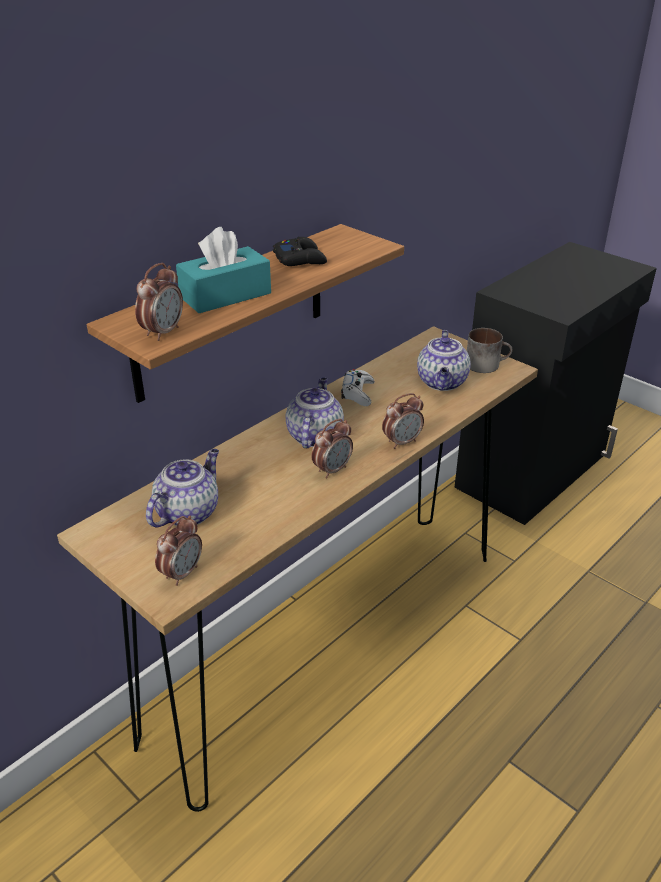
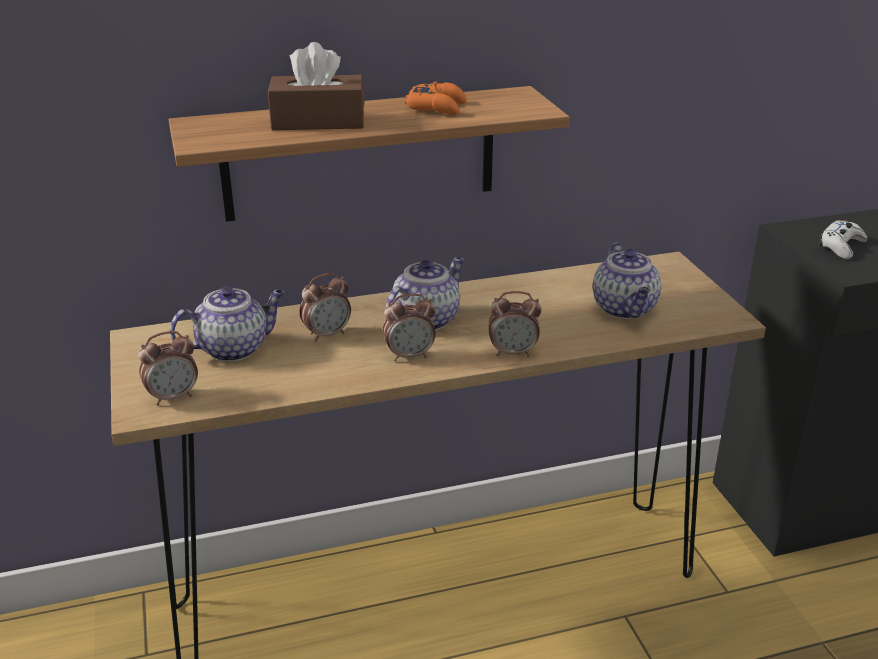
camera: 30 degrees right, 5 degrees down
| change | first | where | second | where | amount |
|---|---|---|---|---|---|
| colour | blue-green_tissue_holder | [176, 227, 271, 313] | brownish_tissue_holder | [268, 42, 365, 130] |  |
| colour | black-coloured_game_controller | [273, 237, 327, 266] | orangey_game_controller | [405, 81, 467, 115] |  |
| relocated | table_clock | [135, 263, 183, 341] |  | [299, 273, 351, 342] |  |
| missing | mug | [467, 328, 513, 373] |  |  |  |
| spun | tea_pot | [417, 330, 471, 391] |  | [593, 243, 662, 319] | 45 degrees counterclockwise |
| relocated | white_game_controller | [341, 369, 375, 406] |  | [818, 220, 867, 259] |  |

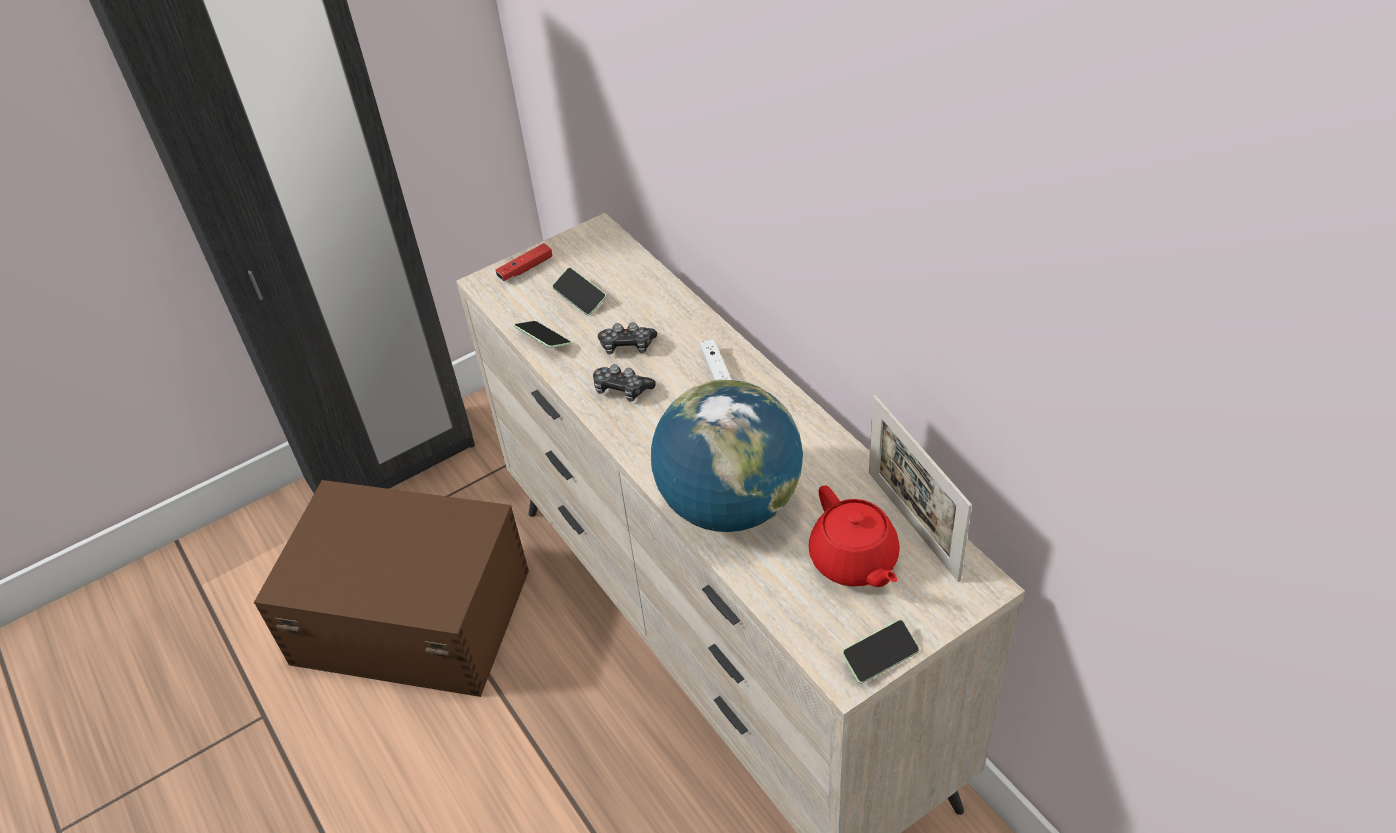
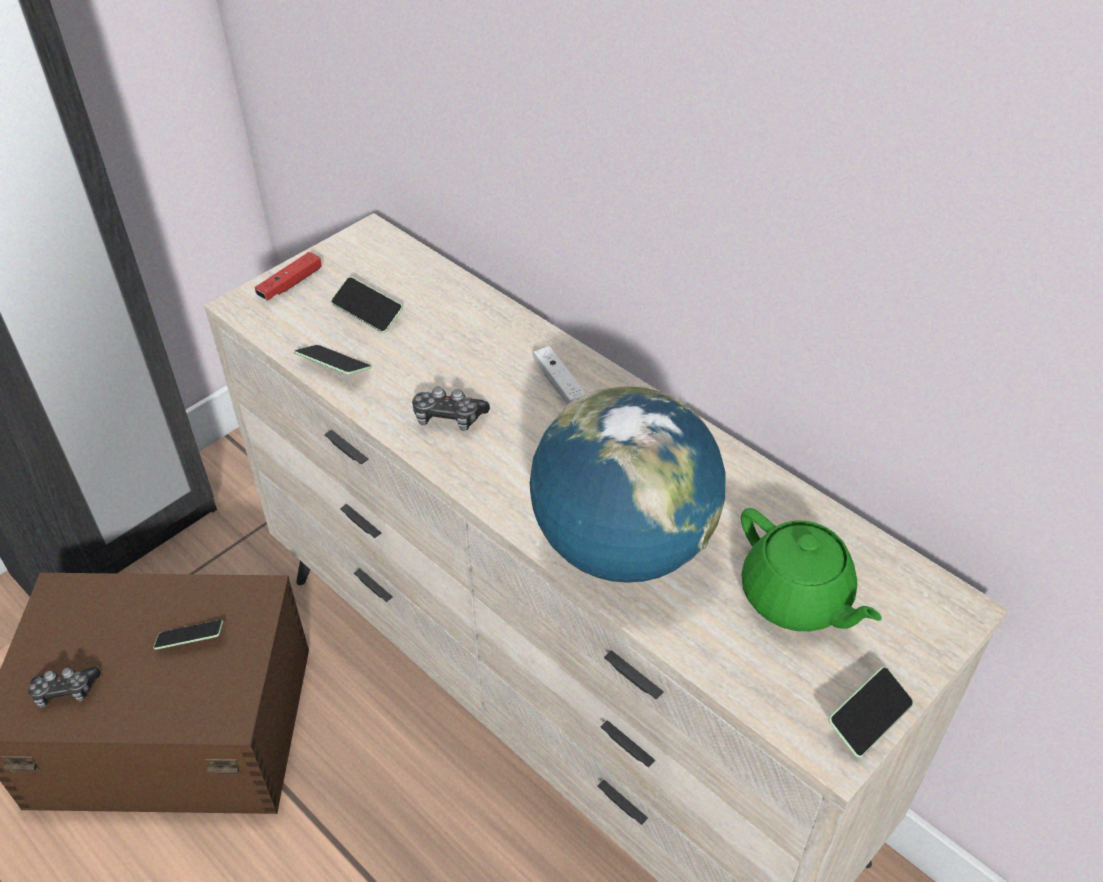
camera: 15 degrees left, 0 degrees up
| change | first | where | second | where | amount |
|---|---|---|---|---|---|
| relocated | game_controller | [598, 322, 657, 354] |  | [28, 667, 100, 708] |  |
| missing | standing_frame | [869, 395, 972, 582] |  |  |  |
| colour | red_tea_pot | [809, 485, 900, 587] | green-coloured_tea_pot | [741, 508, 882, 631] |  |
| appeared |  |  | handset | [153, 620, 223, 650] |  |

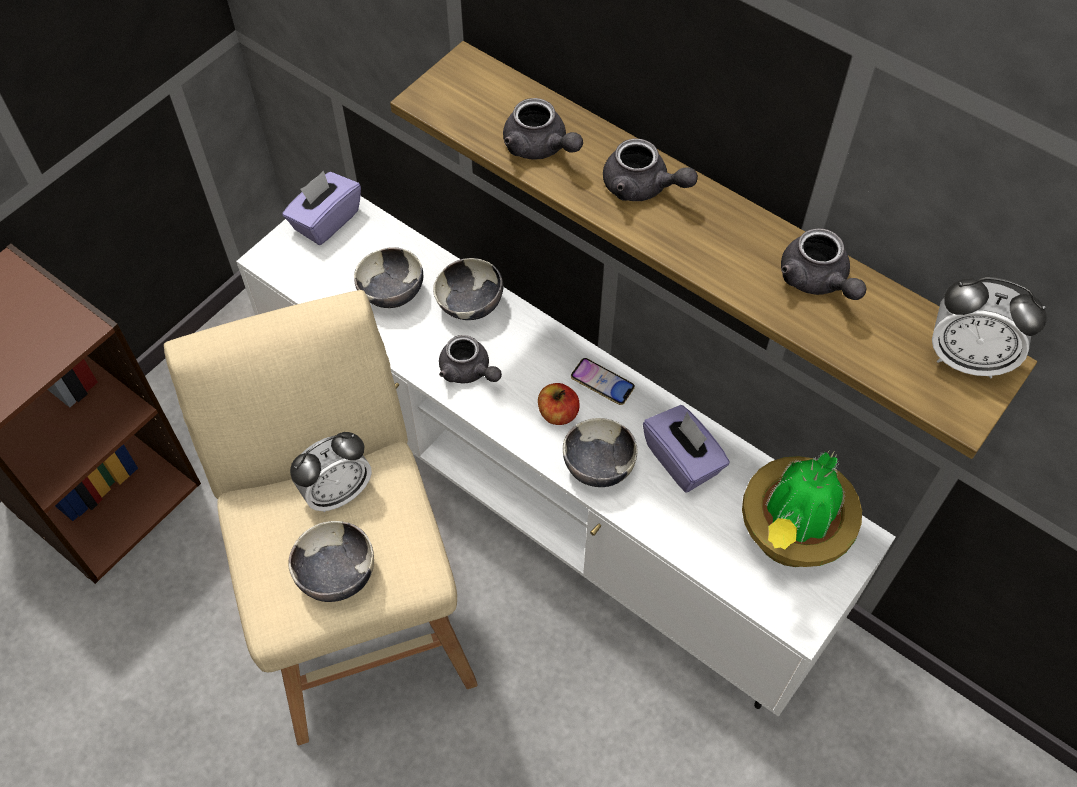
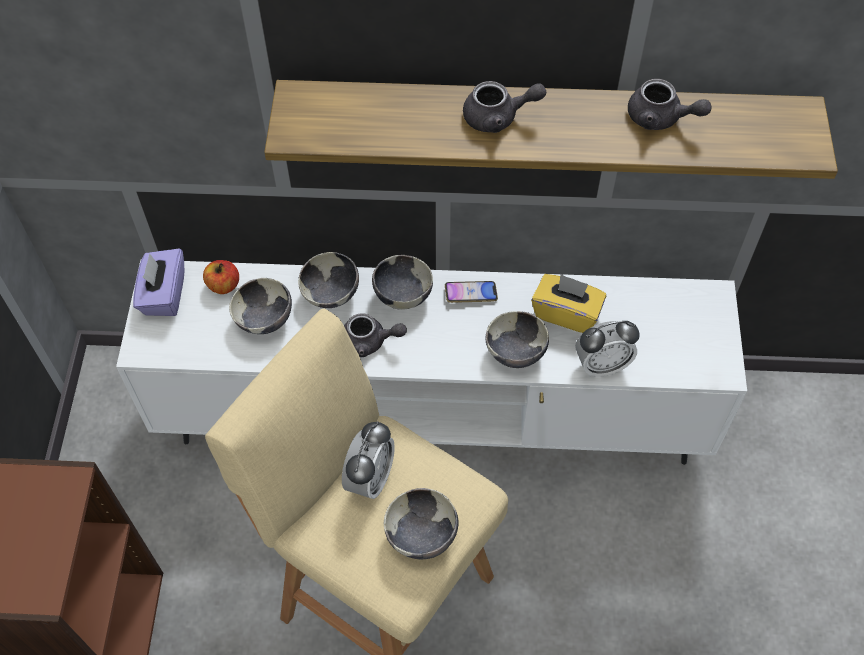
camera: 35 degrees left, 0 degrees up
| change | first | where | second | where | amount |
|---|---|---|---|---|---|
| missing | greyish_tea_pot | [503, 98, 583, 160] |  |  |  |
| relocated | table_clock | [932, 277, 1047, 379] |  | [575, 321, 640, 377] |  |
| relocated | apple_fruit | [538, 383, 580, 425] |  | [203, 260, 239, 294] |  |
| colour | purplish_tissue_holder | [643, 405, 730, 492] | yellow-coloured_tissue_holder | [531, 274, 606, 333] |  |
| missing | plant_in_a_pot | [742, 451, 862, 567] |  |  |  |
| appeared |  |  | deep_dish | [372, 255, 433, 310] |  |

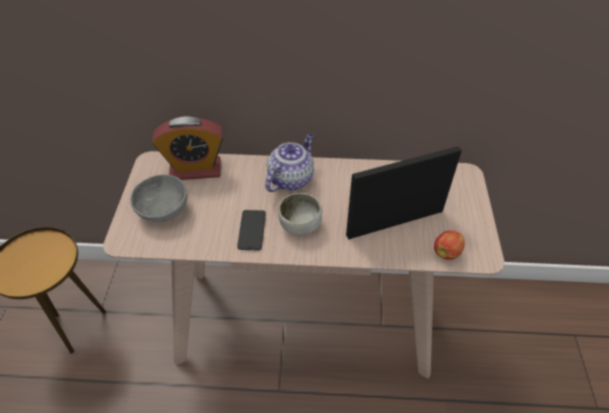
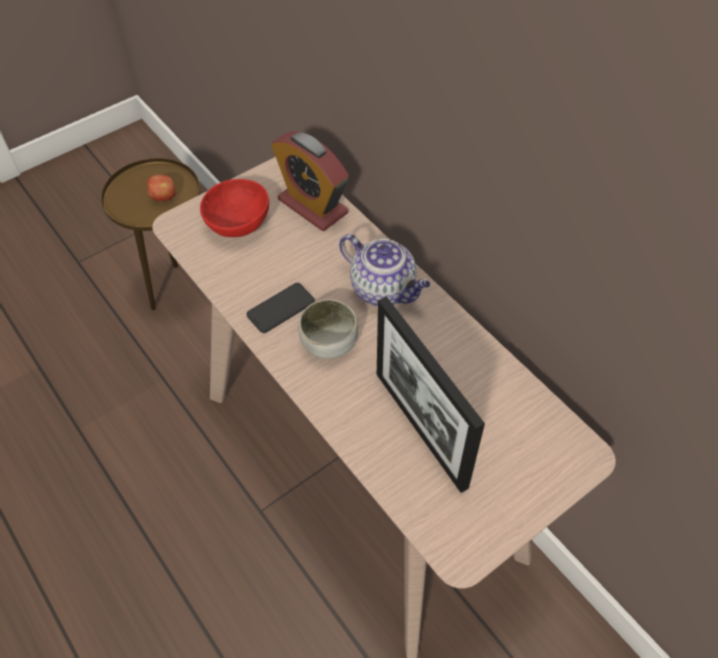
camera: 50 degrees right, 5 degrees up
| change | first | where | second | where | amount |
|---|---|---|---|---|---|
| spun | tea_pot | [265, 134, 314, 192] |  | [339, 234, 430, 306] | 45 degrees clockwise |
| spun | standing_frame | [346, 146, 462, 239] |  | [377, 296, 485, 493] | 150 degrees counterclockwise |
| colour | greyish_deep_dish | [130, 174, 188, 222] | red_deep_dish | [200, 179, 269, 237] |  |
| relocated | apple_fruit | [434, 230, 465, 260] |  | [147, 175, 175, 201] |  |

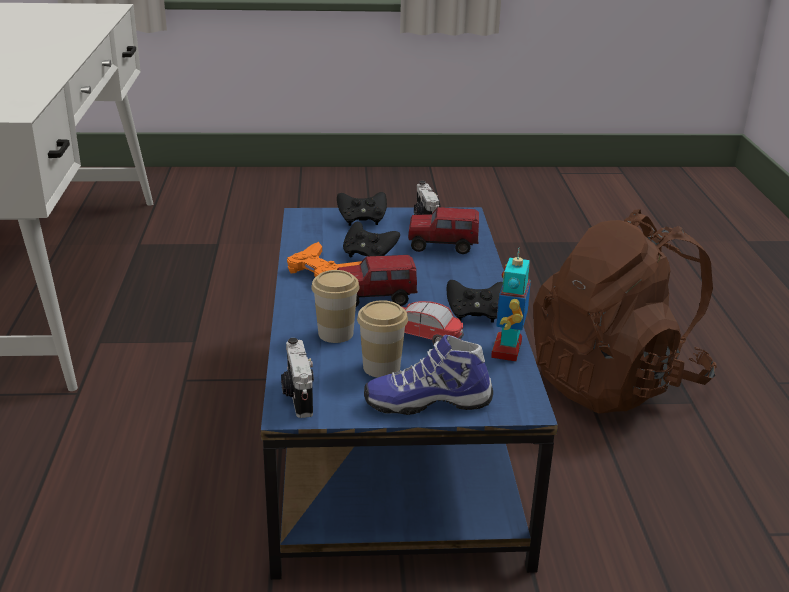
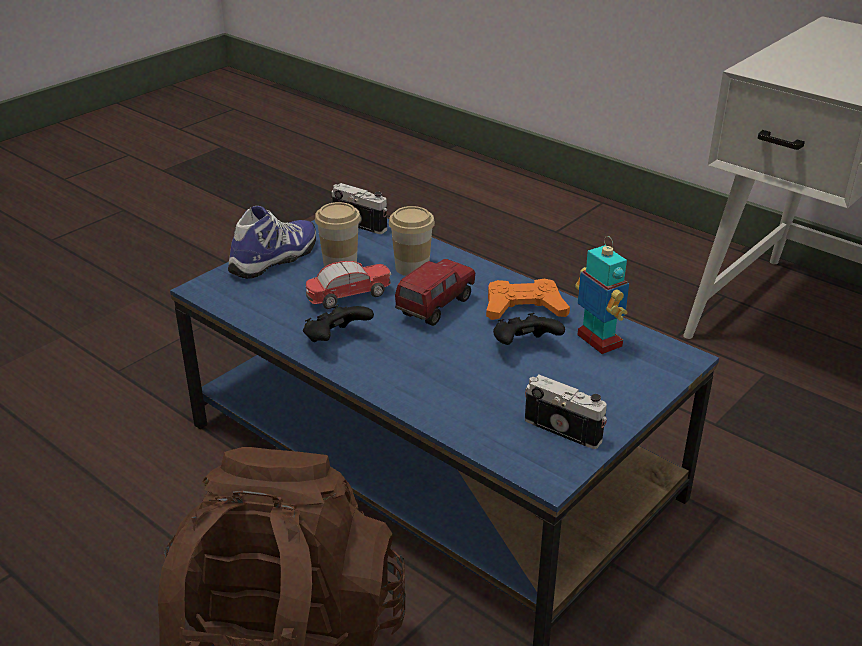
camera: 135 degrees right, 5 degrees up
| change | first | where | second | where | amount |
|---|---|---|---|---|---|
| missing | black-coloured_game_controller | [337, 192, 387, 226] |  |  |  |
| missing | toy_lorry | [408, 207, 479, 254] |  |  |  |
| relocated | toy_robot | [491, 247, 531, 361] |  | [575, 236, 629, 354] |  |

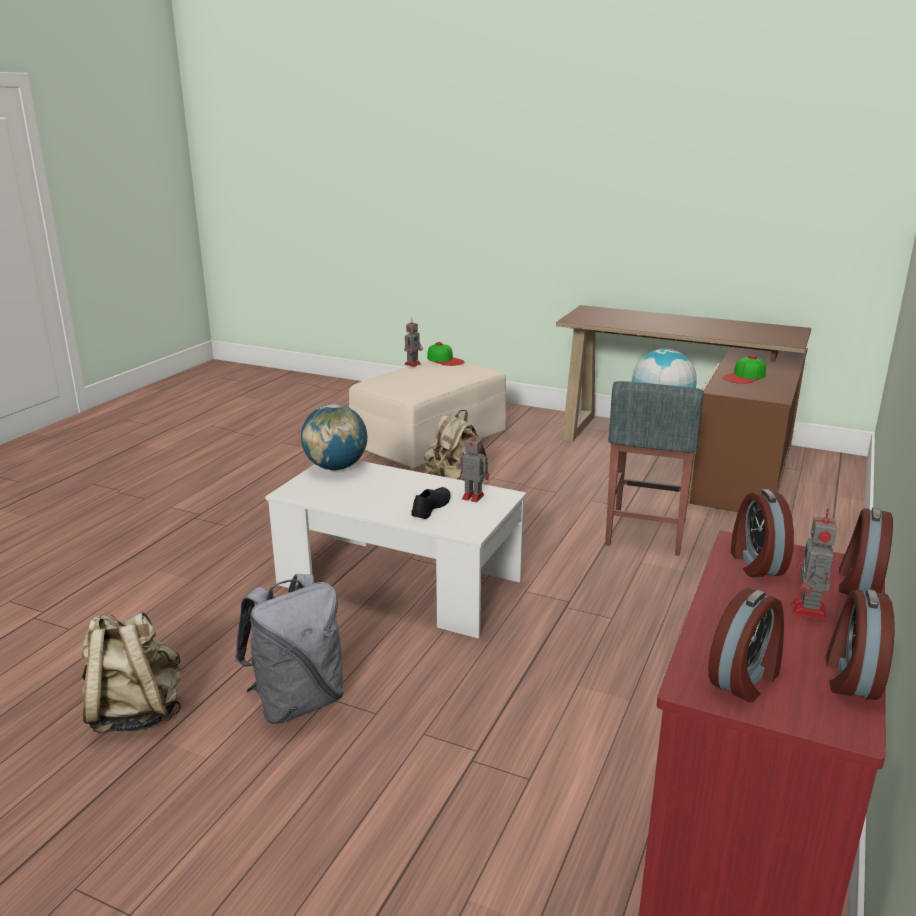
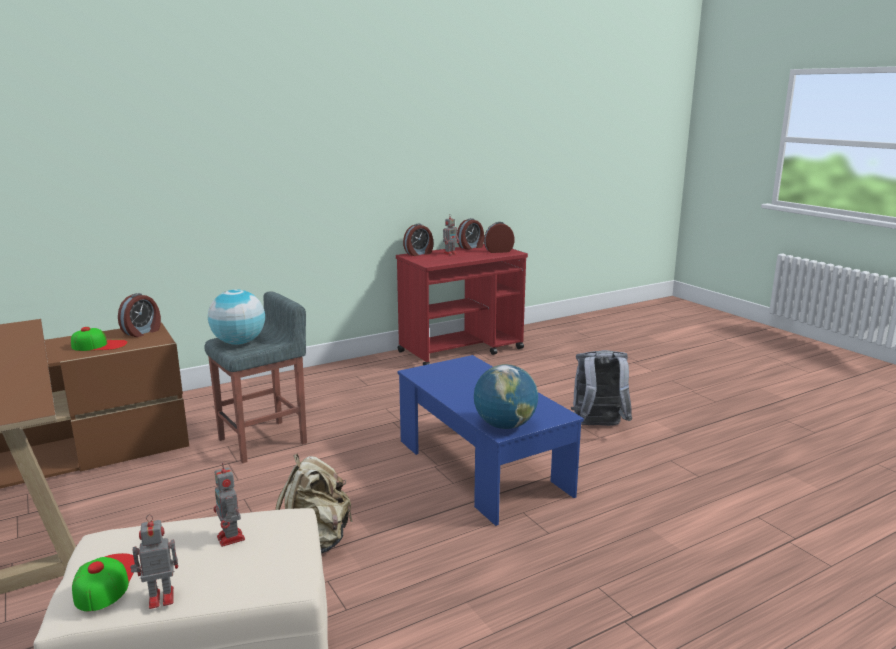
camera: 145 degrees left, 5 degrees down
| change | first | where | second | where | amount |
|---|---|---|---|---|---|
| relocated | toy_robot | [456, 431, 489, 502] |  | [213, 462, 245, 547] |  |
| colour | white_lounge_table | [265, 461, 526, 639] | blue_lounge_table | [398, 355, 584, 526] |  |
| missing | black-coloured_shoe | [412, 487, 450, 519] |  |  |  |
| relocated | table_clock | [731, 489, 794, 577] |  | [118, 293, 161, 337] |  |
| missing | beige-coloured_knapsack | [81, 612, 181, 734] |  |  |  |

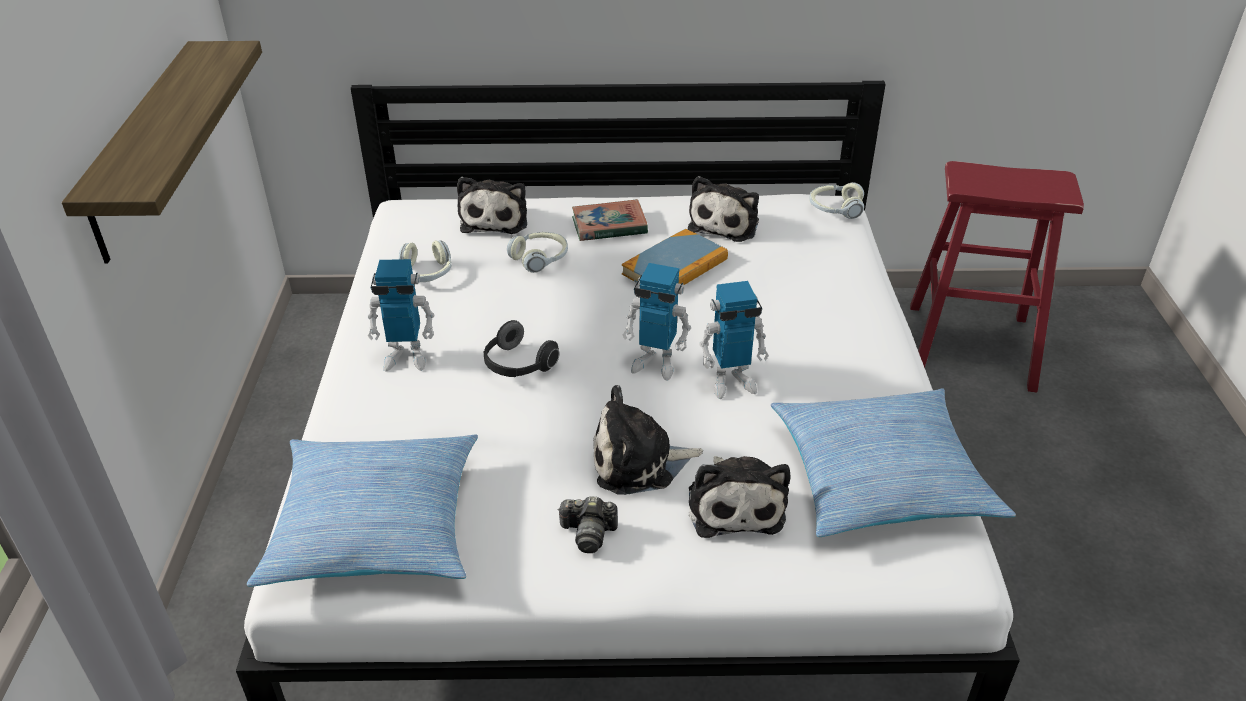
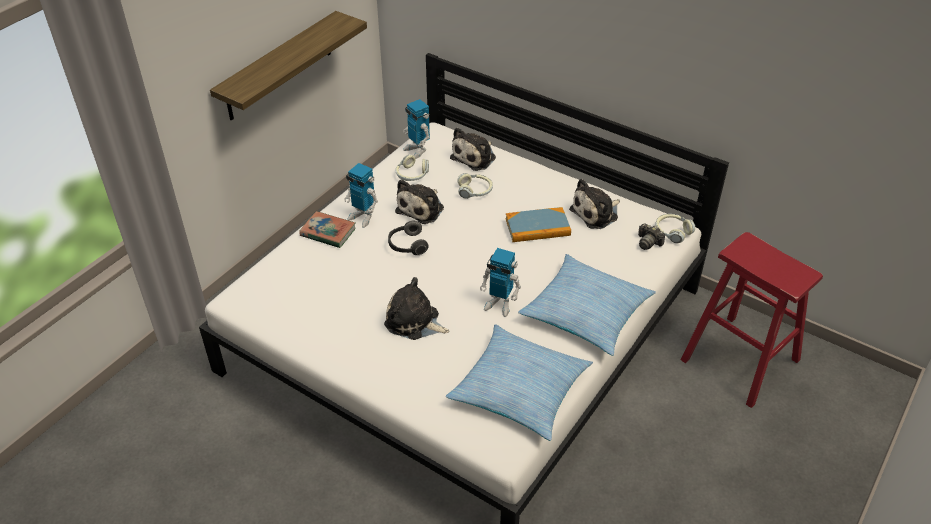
camera: 35 degrees right, 5 degrees up
| change | first | where | second | where | amount |
|---|---|---|---|---|---|
| relocated | volume | [572, 199, 648, 241] |  | [299, 211, 356, 248] |  |
| relocated | toy_robot | [623, 263, 691, 380] |  | [403, 99, 430, 159] |  |
| relocated | cushion | [247, 434, 478, 587] |  | [518, 254, 656, 356] |  |
| relocated | plush_toy | [689, 456, 790, 538] |  | [395, 179, 444, 224] |  |
| relocated | photo_camera | [557, 496, 618, 553] |  | [638, 223, 665, 250] |  |

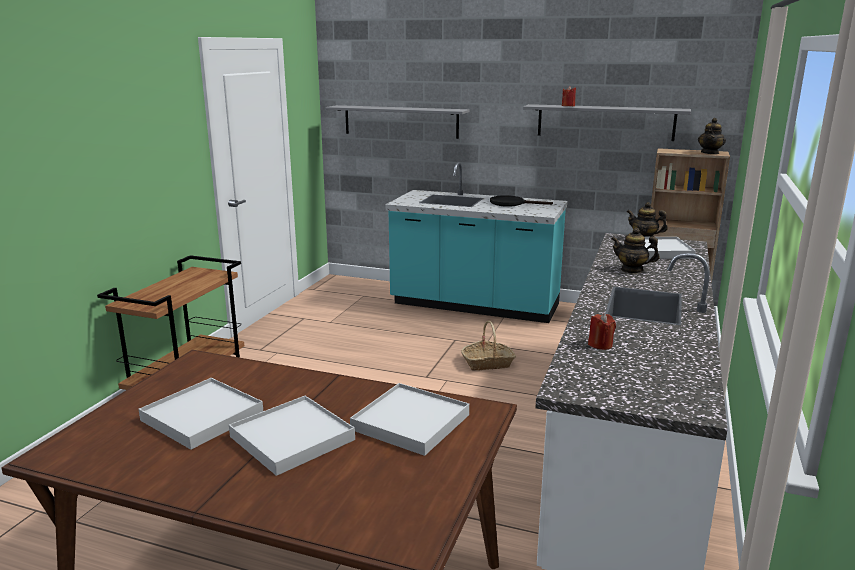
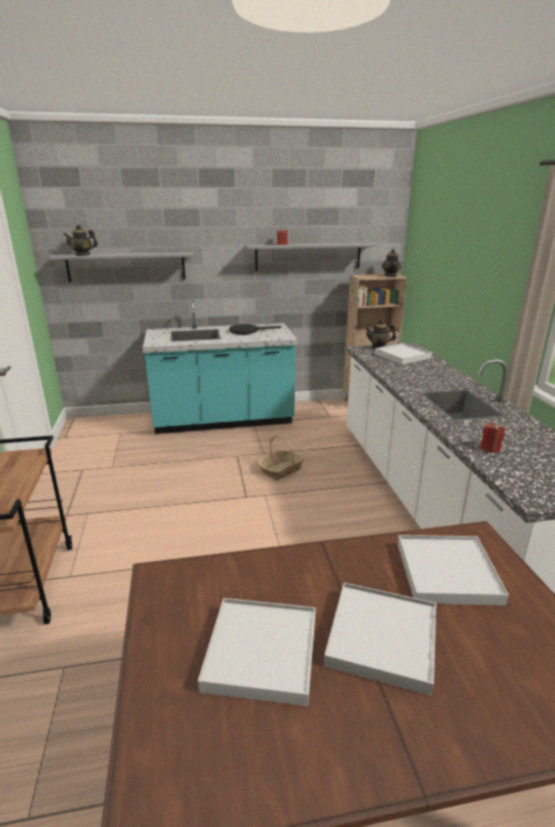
camera: 30 degrees left, 5 degrees up
| change | first | where | second | where | amount |
|---|---|---|---|---|---|
| relocated | tea_pot | [611, 228, 659, 274] |  | [63, 225, 98, 256] |  |

